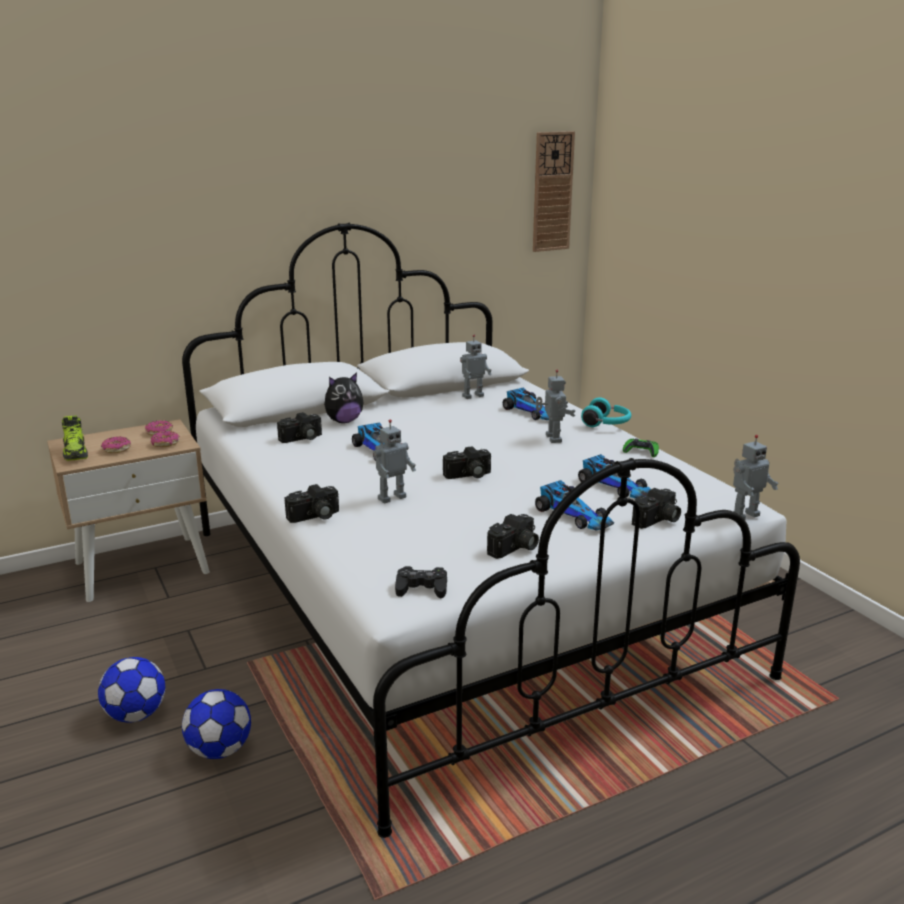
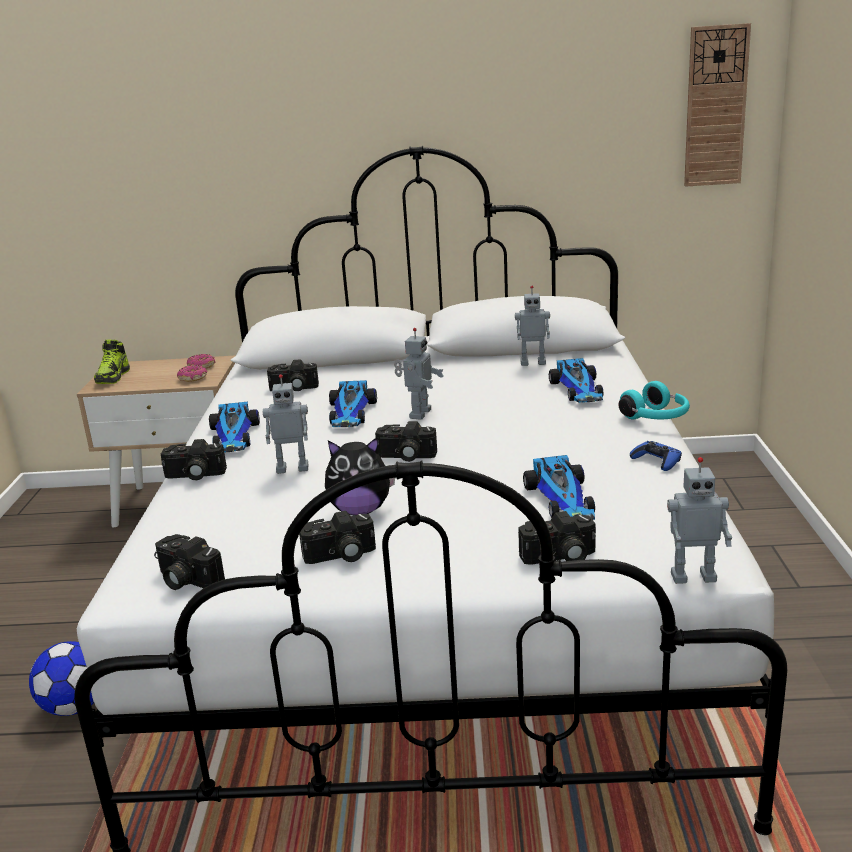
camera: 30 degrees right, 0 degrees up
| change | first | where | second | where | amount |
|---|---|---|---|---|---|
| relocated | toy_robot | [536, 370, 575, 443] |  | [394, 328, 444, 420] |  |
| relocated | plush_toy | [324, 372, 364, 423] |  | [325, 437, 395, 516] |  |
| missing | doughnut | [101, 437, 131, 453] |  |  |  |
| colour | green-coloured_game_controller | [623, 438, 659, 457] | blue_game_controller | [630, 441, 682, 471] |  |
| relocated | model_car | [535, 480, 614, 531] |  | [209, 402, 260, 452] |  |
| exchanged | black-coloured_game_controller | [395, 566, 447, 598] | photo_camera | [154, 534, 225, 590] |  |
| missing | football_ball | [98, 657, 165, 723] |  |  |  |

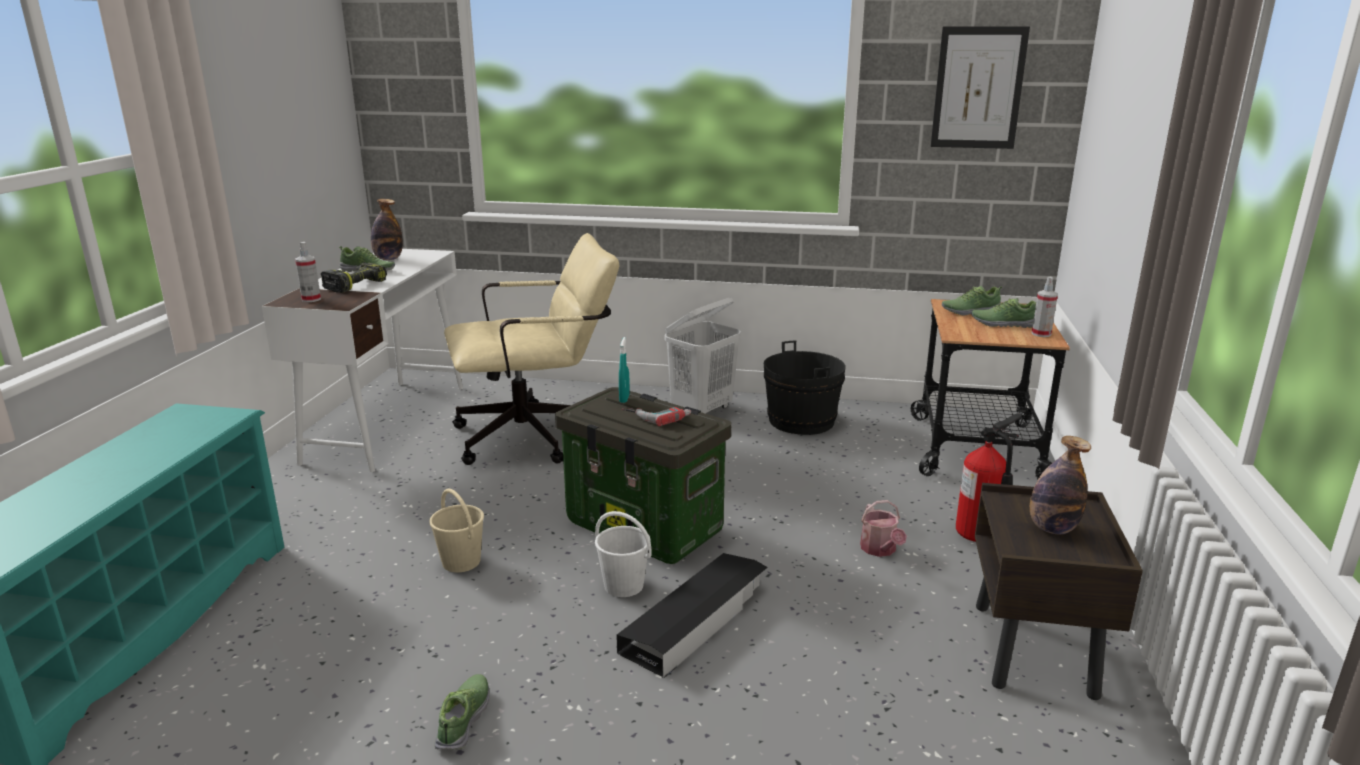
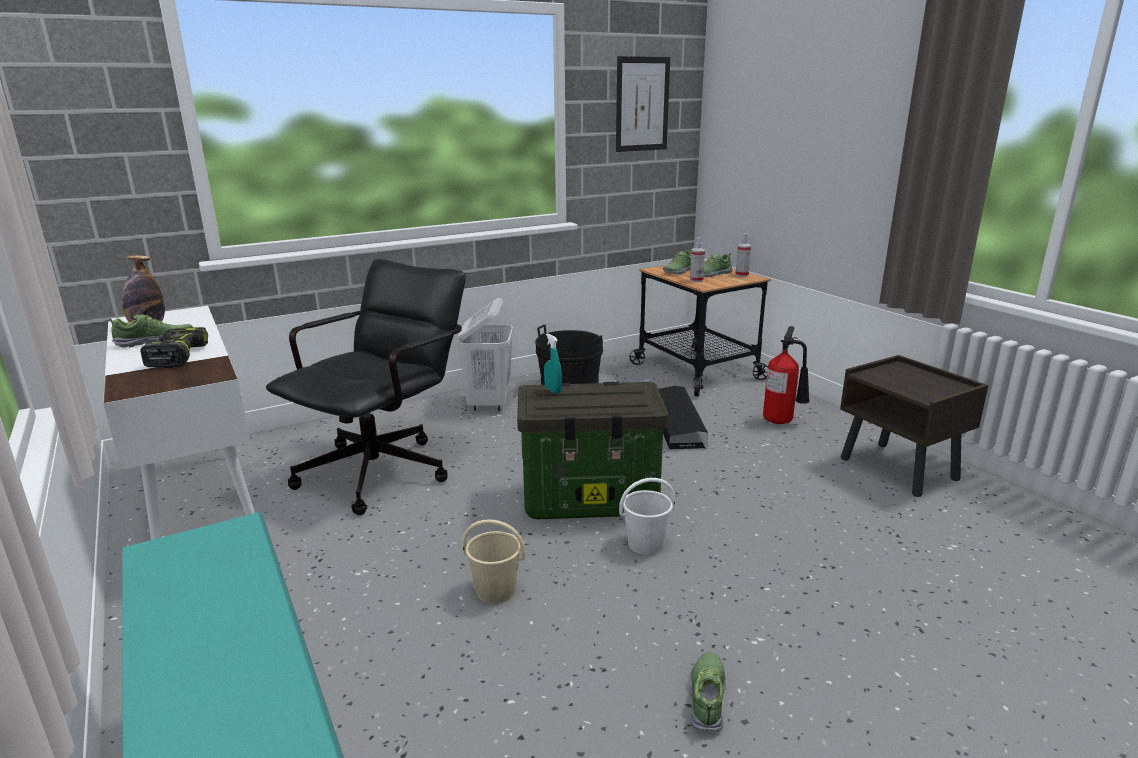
camera: 40 degrees left, 0 degrees up
| change | first | where | second | where | amount |
|---|---|---|---|---|---|
| colour | beige-coloured_desk_chair | [444, 233, 619, 465] | black-coloured_desk_chair | [266, 259, 466, 515] |  |
| relocated | hand_sprayer | [295, 242, 321, 302] |  | [690, 237, 705, 282] |  |
| missing | electric_drill | [622, 407, 691, 426] |  |  |  |
| missing | bottle | [1030, 436, 1091, 534] |  |  |  |
| missing | watering_can | [860, 500, 907, 557] |  |  |  |
| relocated | black-coloured_storage_box | [616, 553, 768, 678] |  | [658, 386, 708, 449] |  |
| spun | shoe | [434, 674, 490, 750] |  | [689, 652, 726, 732] | 45 degrees clockwise |

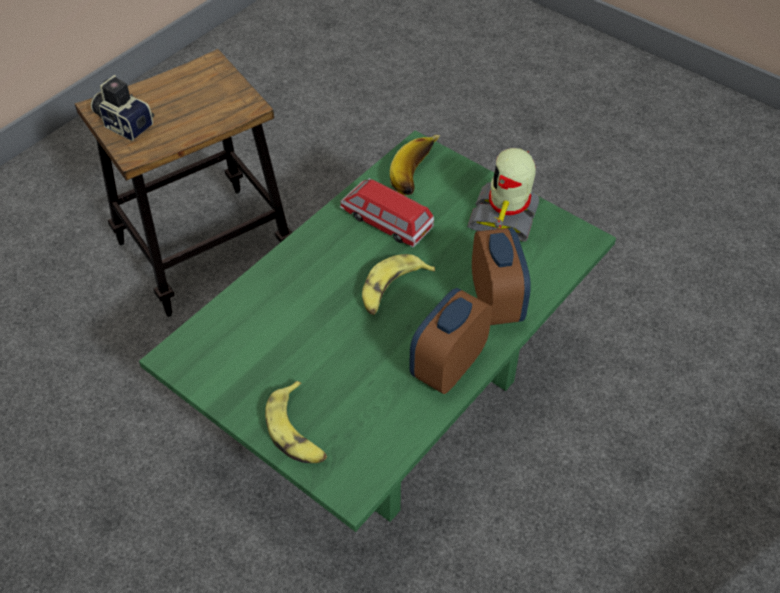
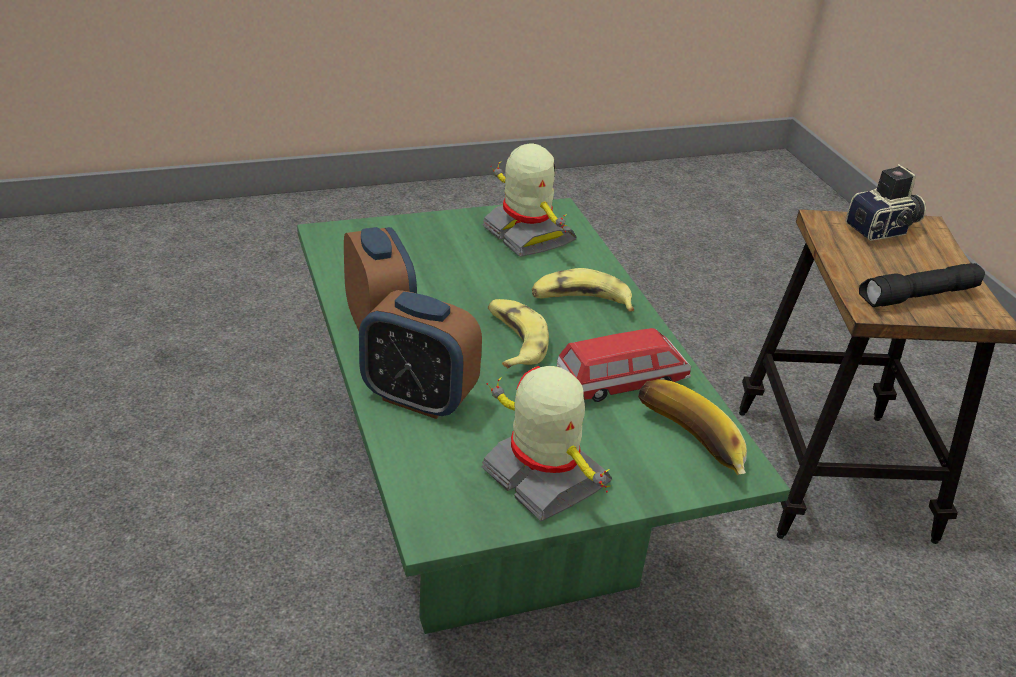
camera: 120 degrees right, 15 degrees down
| change | first | where | second | where | amount |
|---|---|---|---|---|---|
| relocated | banana | [265, 381, 327, 463] |  | [532, 268, 634, 312] |  |
| appeared |  |  | toy_robot | [483, 144, 576, 257] |  |
| appeared |  |  | black-coloured_flashlight | [859, 263, 985, 307] |  |

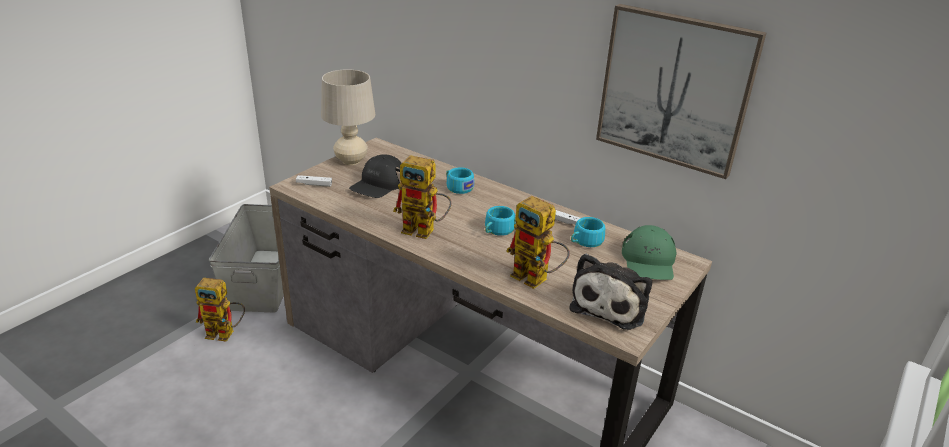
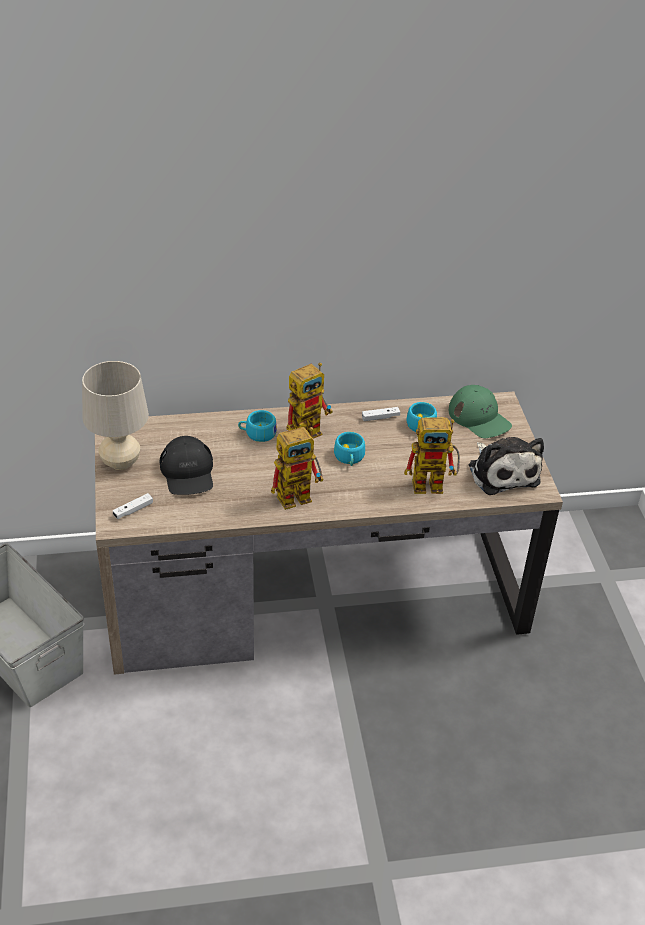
camera: 45 degrees left, 10 degrees up
| change | first | where | second | where | amount |
|---|---|---|---|---|---|
| missing | wall_picture | [596, 4, 766, 179] |  |  |  |
| relocated | toy_robot | [195, 278, 245, 342] |  | [286, 362, 333, 439] |  |

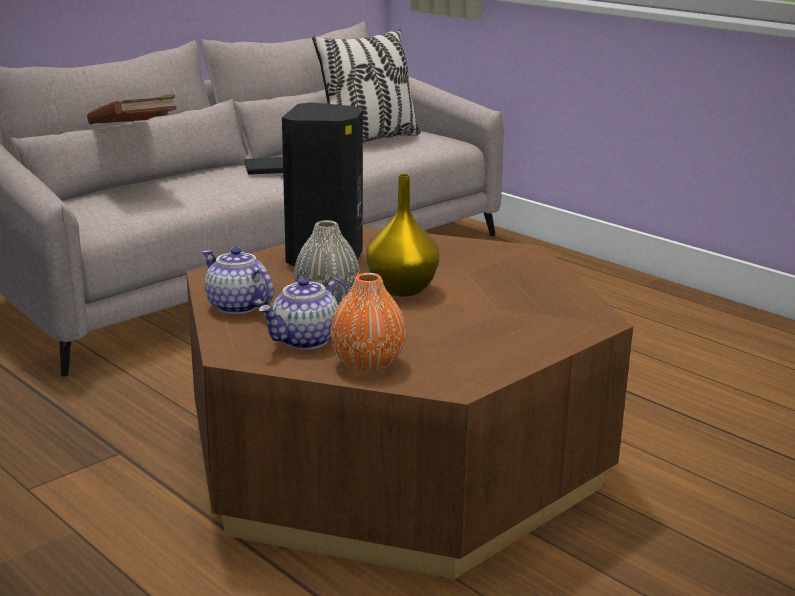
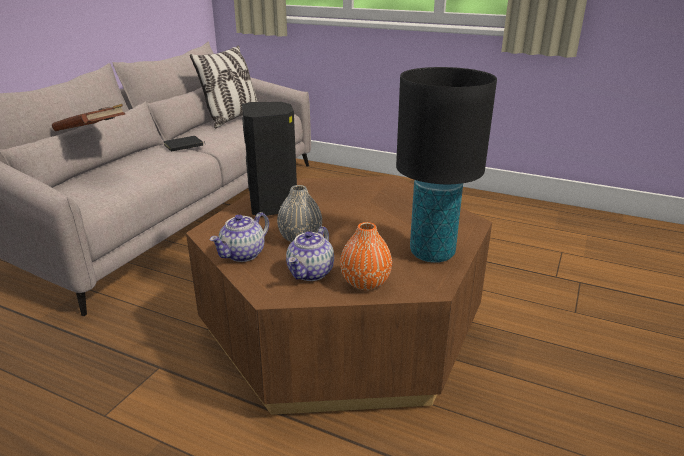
camera: 20 degrees left, 5 degrees up
| change | first | where | second | where | amount |
|---|---|---|---|---|---|
| missing | yellow-coloured_decorative_vase | [366, 174, 440, 297] |  |  |  |
| spun | tea_pot | [202, 247, 274, 314] |  | [209, 212, 269, 262] | 75 degrees counterclockwise |
| appeared |  |  | black-coloured_lamp_for_a_table | [396, 67, 497, 263] |  |

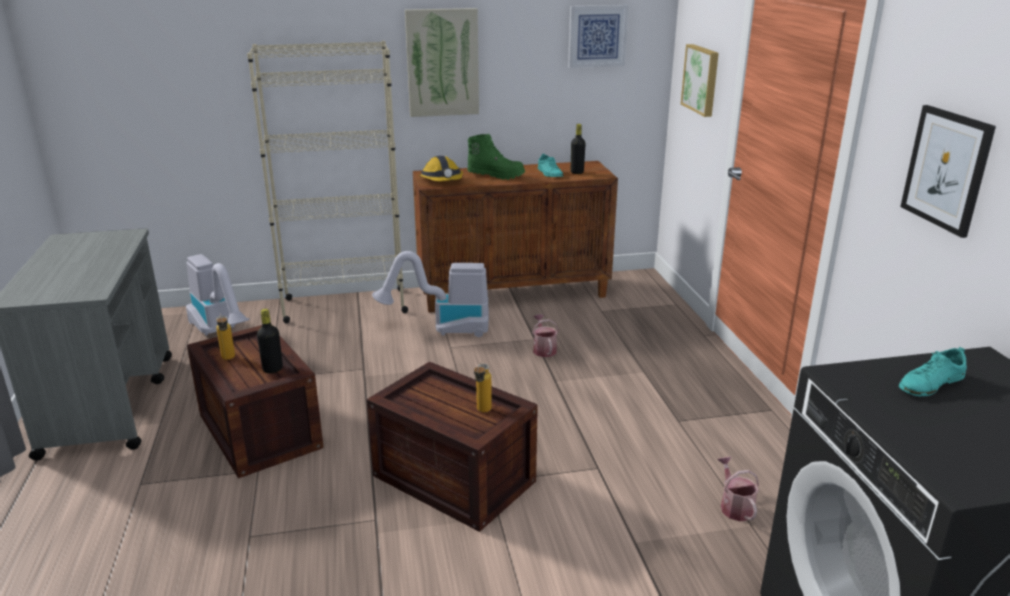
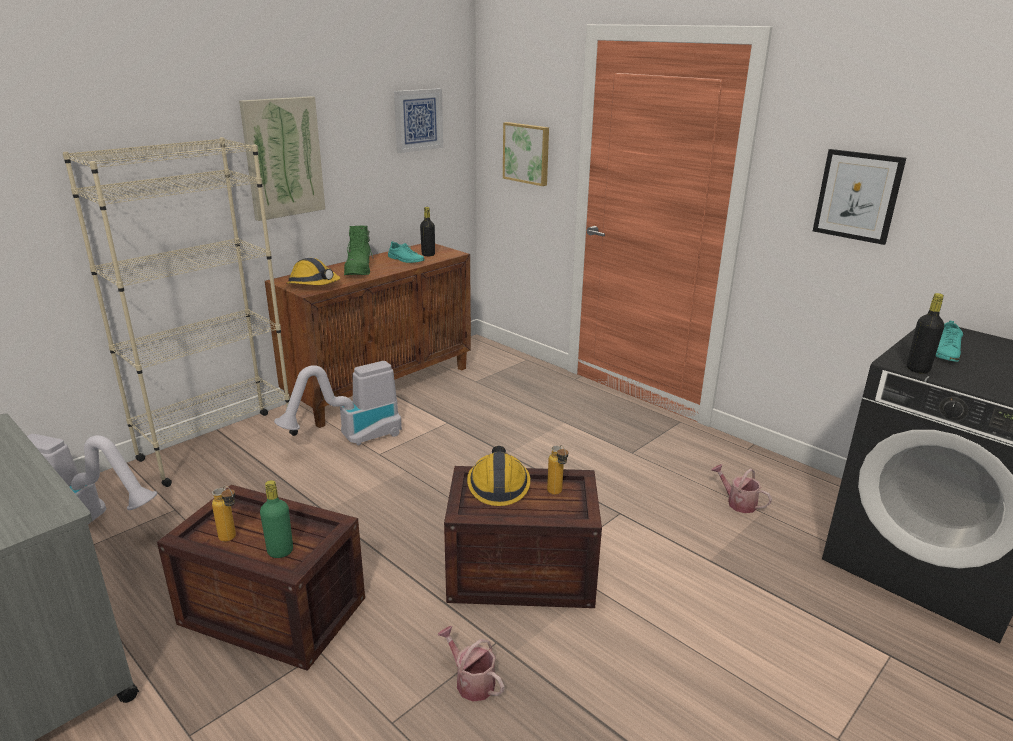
camera: 35 degrees left, 0 degrees up
| change | first | where | second | where | amount |
|---|---|---|---|---|---|
| spun | green-coloured_high-top_boot | [467, 133, 525, 180] |  | [344, 226, 373, 275] | 105 degrees clockwise |
| relocated | black-coloured_bottle | [257, 309, 283, 373] |  | [907, 293, 944, 374] |  |
| relocated | watering_can | [532, 314, 559, 357] |  | [437, 626, 504, 702] |  |
| appeared |  |  | safety_helmet | [467, 446, 531, 506] |  |
| appeared |  |  | green-coloured_bottle | [260, 480, 293, 558] |  |

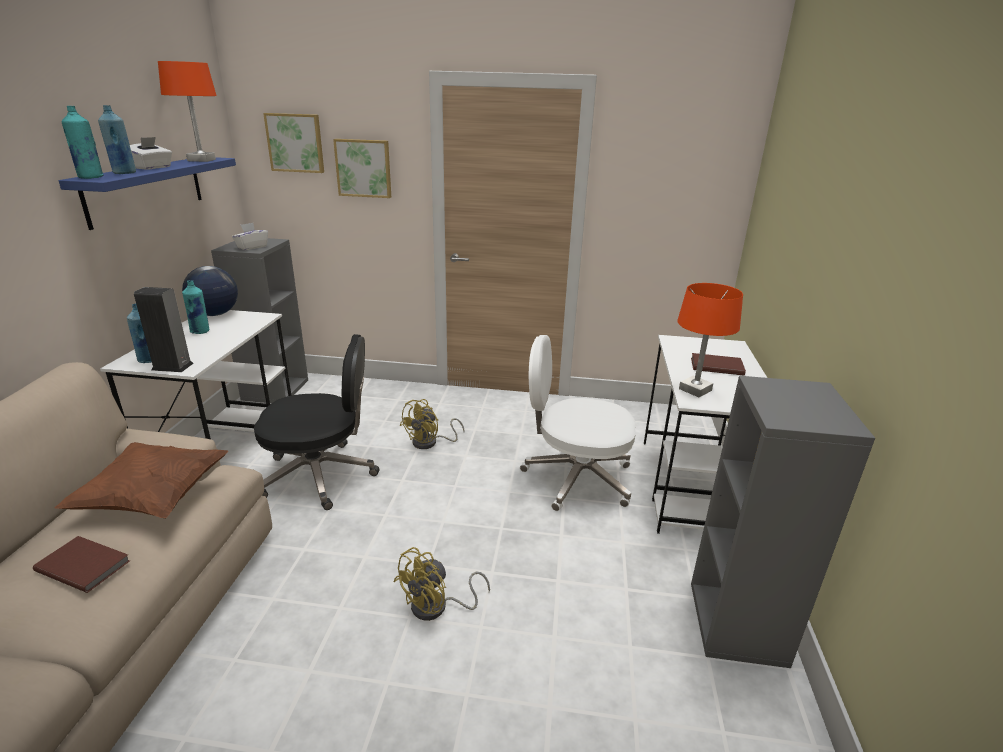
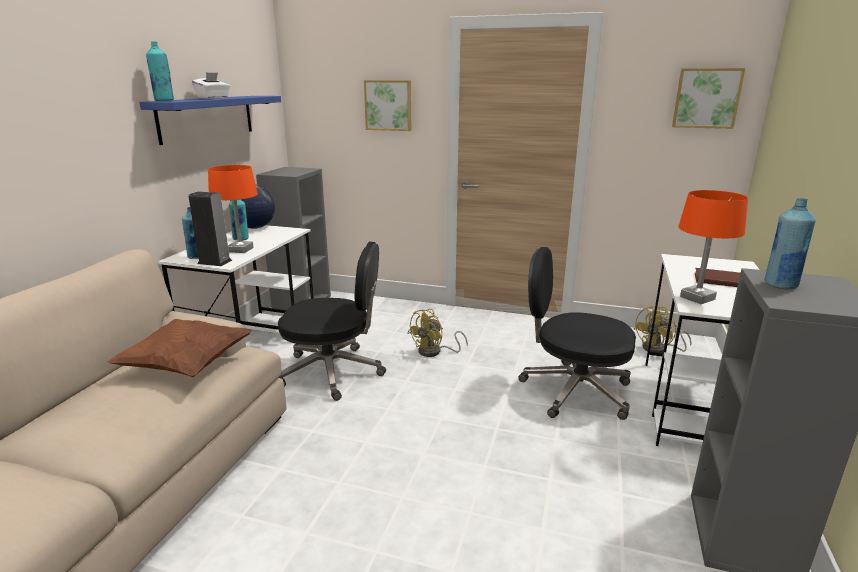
camera: 10 degrees right, 5 degrees down
| change | first | where | second | where | amount |
|---|---|---|---|---|---|
| relocated | orangey_lamp_for_a_table | [158, 61, 217, 162] |  | [208, 165, 258, 253] |  |
| relocated | blue_bottle | [98, 105, 136, 174] |  | [765, 198, 816, 289] |  |
| relocated | wall_picture | [263, 113, 324, 173] |  | [672, 68, 745, 129] |  |
| missing | white_tissue_holder | [232, 223, 268, 250] |  |  |  |
| colour | white_desk_chair | [520, 335, 636, 511] | black-coloured_desk_chair | [518, 247, 636, 420] |  |
| missing | brownish_volume | [33, 536, 130, 593] |  |  |  |
| relocated | yellow-coloured_fan | [393, 547, 490, 621] |  | [633, 306, 692, 353] |  |

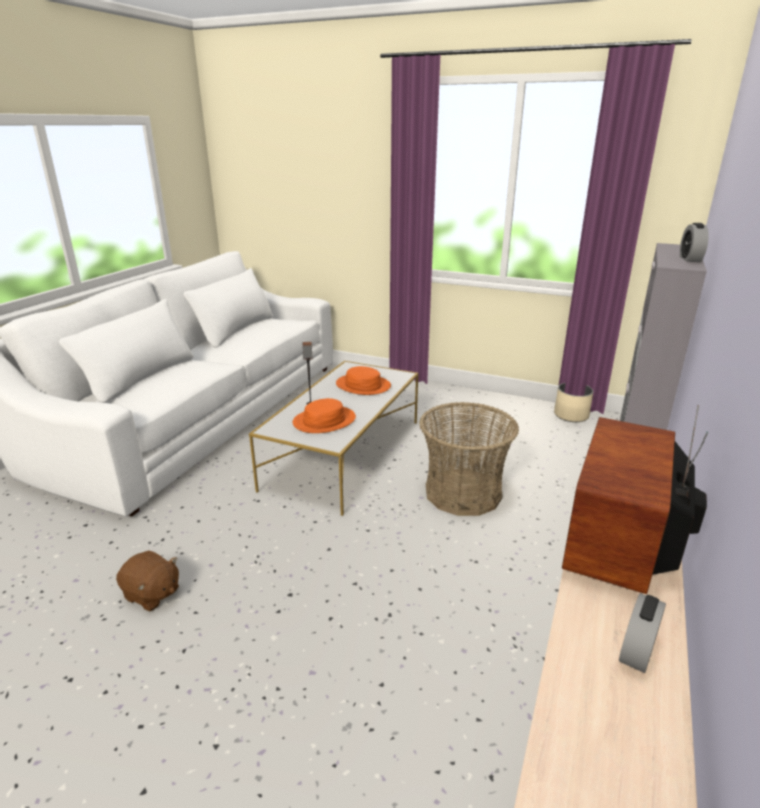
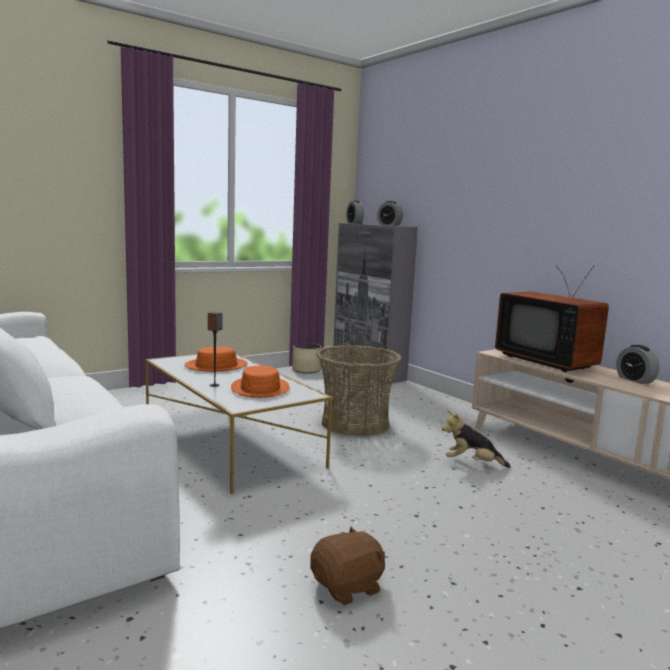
camera: 60 degrees left, 15 degrees down
| change | first | where | second | where | amount |
|---|---|---|---|---|---|
| appeared |  |  | table_clock | [346, 200, 364, 224] |  |
| appeared |  |  | plush_toy | [442, 411, 511, 468] |  |

